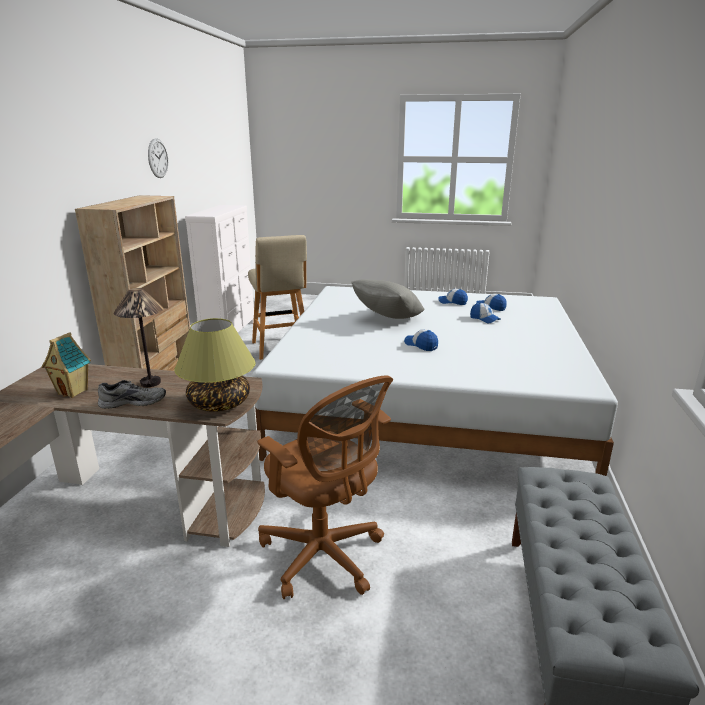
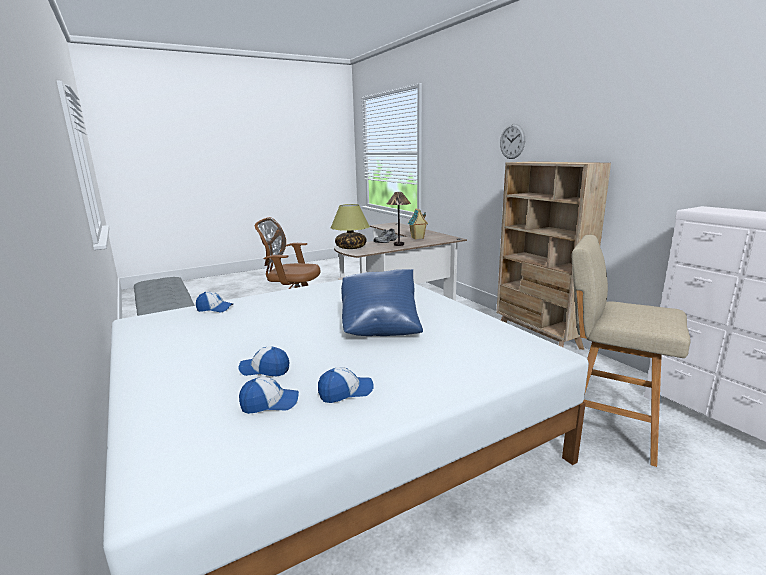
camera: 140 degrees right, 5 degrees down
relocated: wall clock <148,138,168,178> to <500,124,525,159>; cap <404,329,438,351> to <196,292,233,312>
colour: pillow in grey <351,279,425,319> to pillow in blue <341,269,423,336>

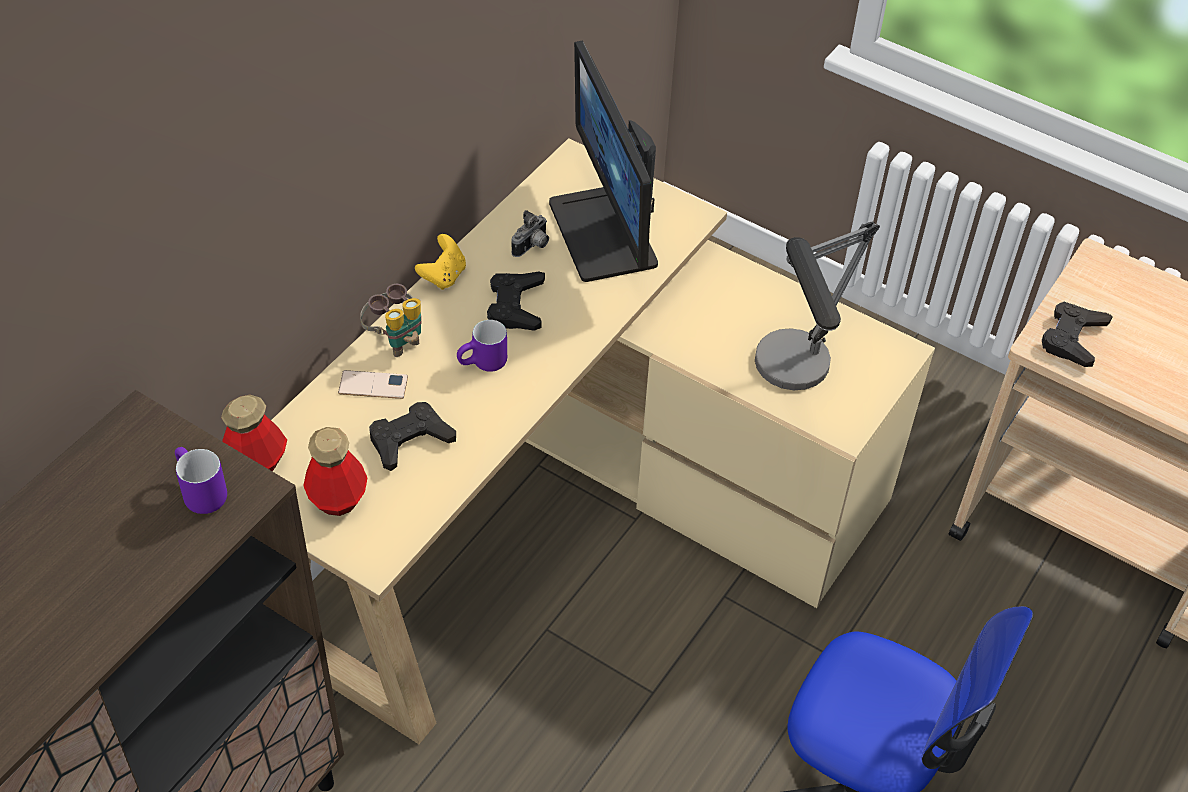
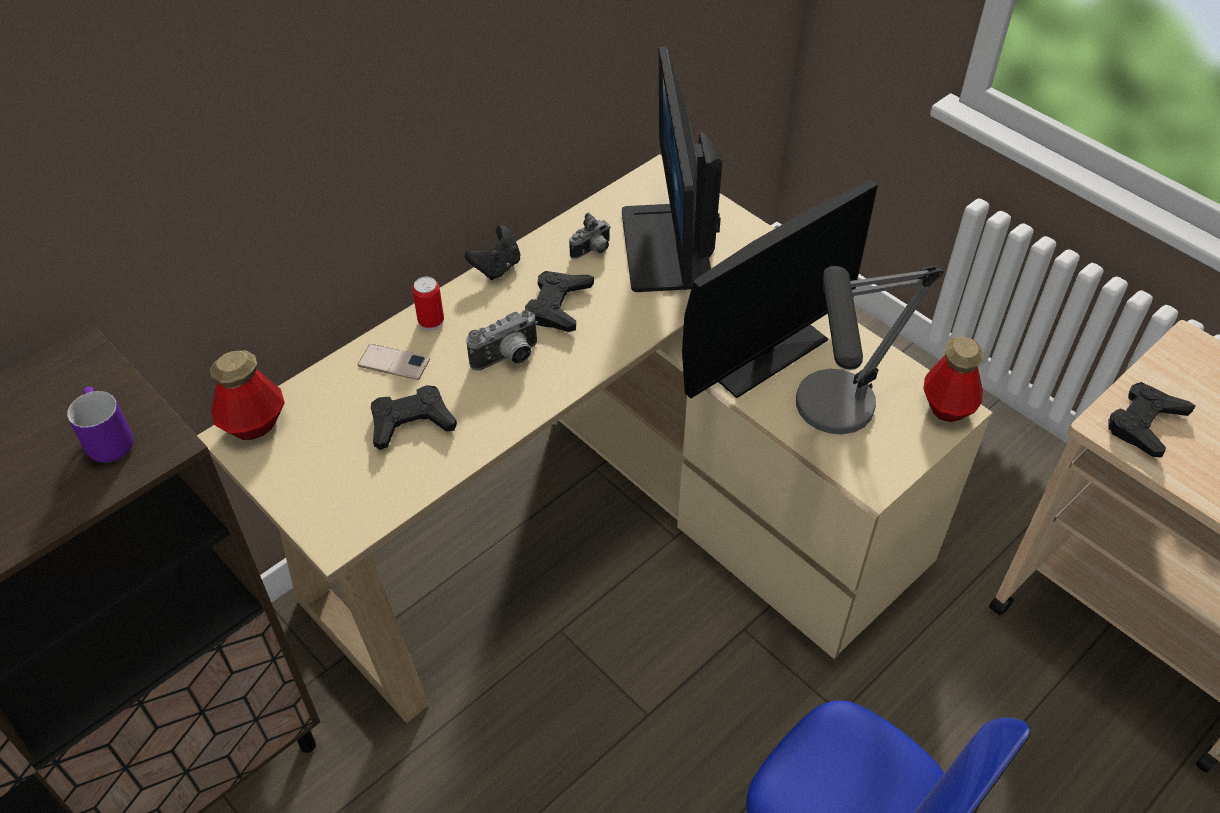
camera: 15 degrees right, 0 degrees up
appeared: monitor <682,180,878,399>
relocated: bottle <303,427,367,516> to <923,336,984,422>
exchanged: binoculars <360,284,422,357> to can <412,277,444,331>; mug in purple <457,320,507,372> to photo camera <466,310,538,371>
colour: game controller in yellow <415,234,466,290> to game controller in black <465,225,520,280>

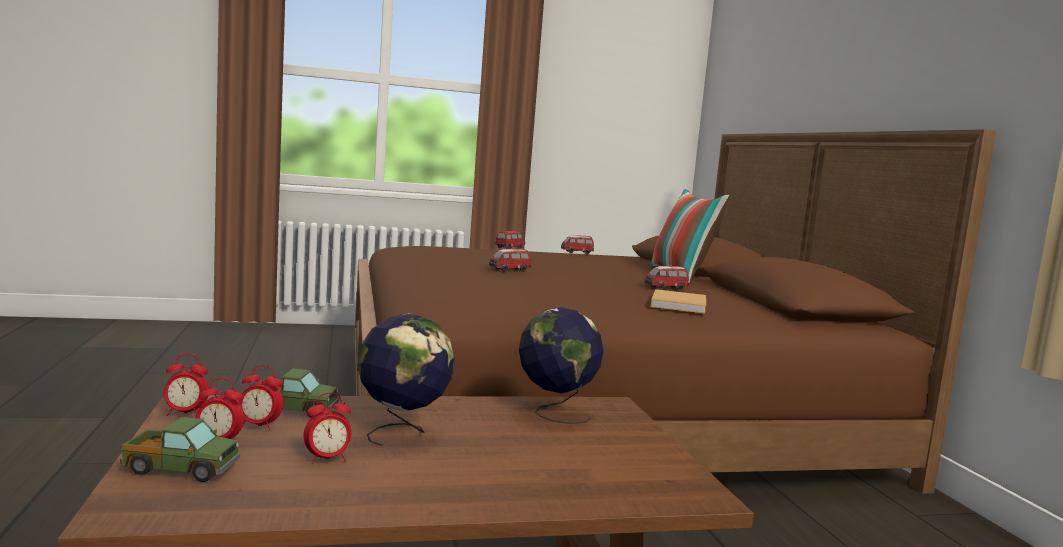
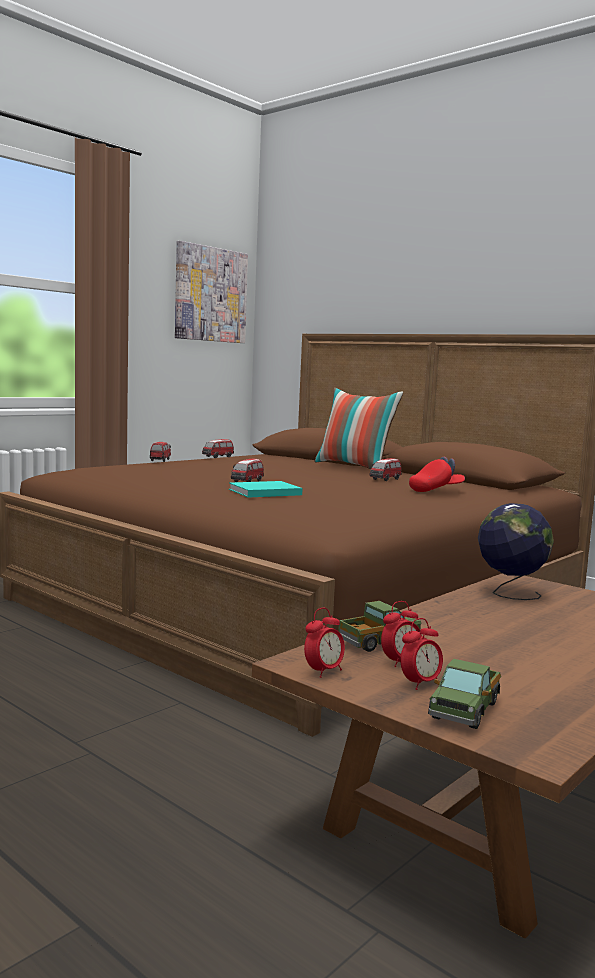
camera: 35 degrees left, 0 degrees up
missing: globe <357,314,455,446>; alarm clock <303,393,351,464>
appeared: picture <175,241,248,343>; book in turquoise <229,481,303,498>
exchanged: book in beige <651,289,706,314> to cap in red <409,457,465,492>
spun: toy truck <120,417,240,482> = <428,659,501,729> 150 degrees clockwise

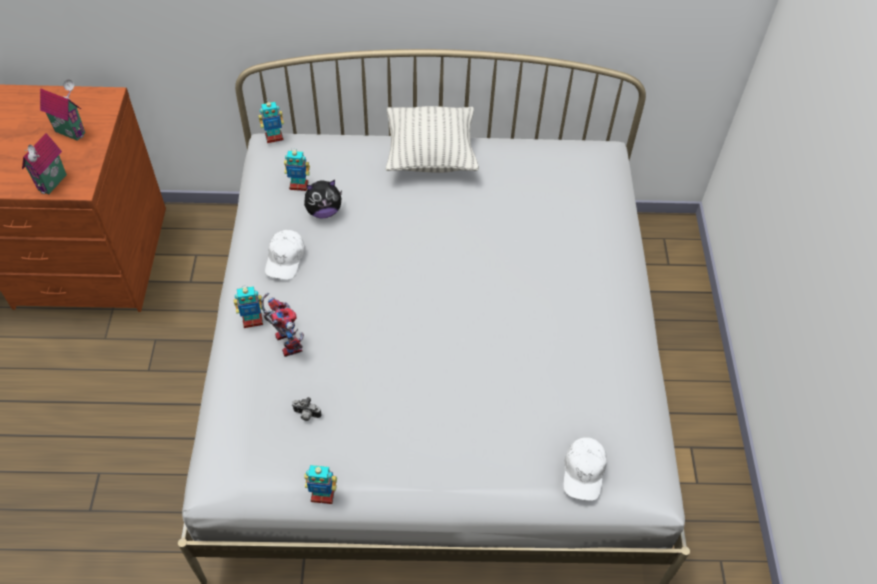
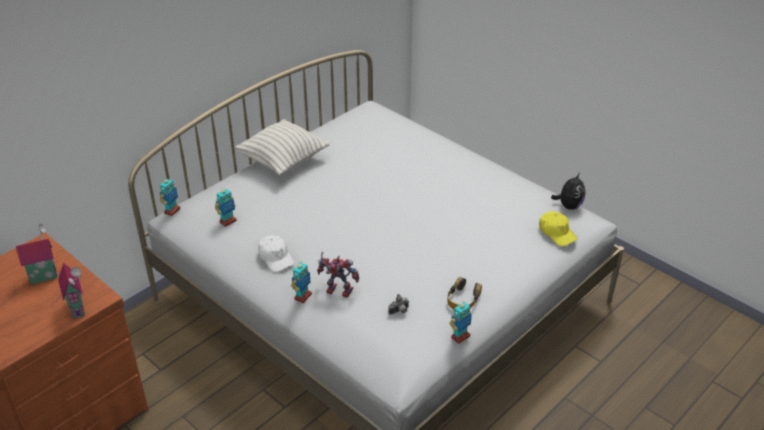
camera: 45 degrees left, 15 degrees down
appeared: headphones <448,277,482,309>
relocated: plush toy <304,180,342,218> to <551,172,585,210>
colour: cap in white <563,437,607,501> to cap in yellow <539,211,577,246>

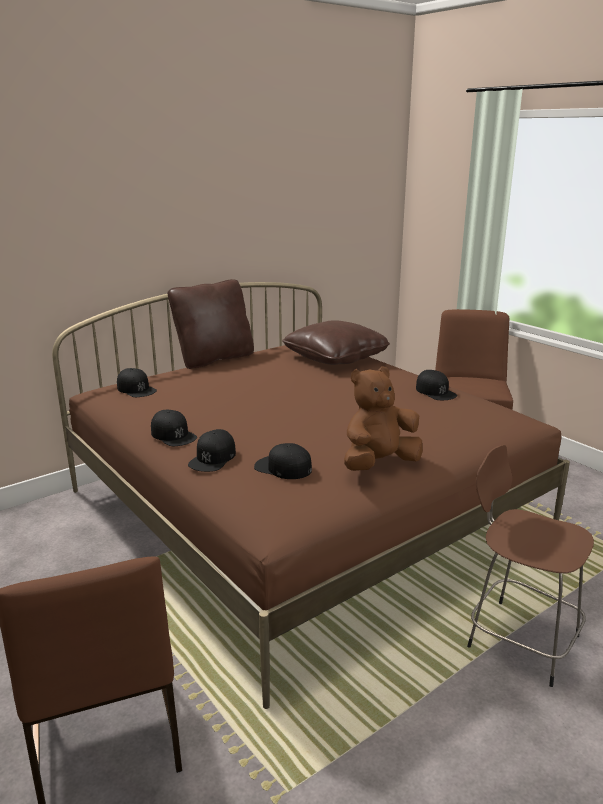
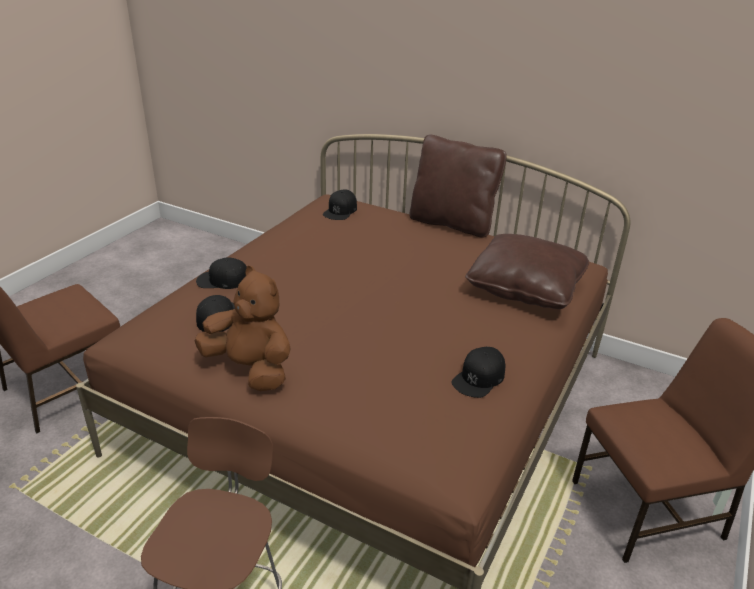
camera: 65 degrees right, 10 degrees up
missing: cap in black <151,410,197,446>

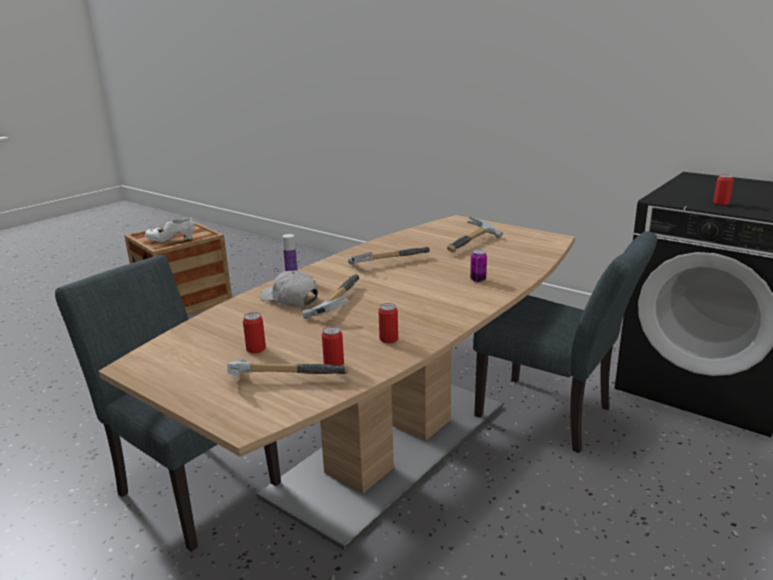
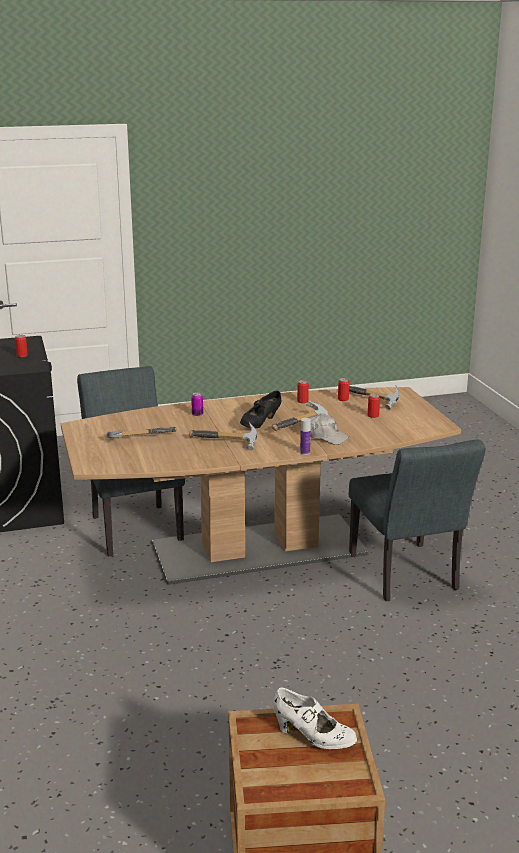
camera: 145 degrees left, 0 degrees up
appeared: shoe in black <240,391,281,428>
spun: cap in white <260,270,318,307> = <309,414,350,445> 45 degrees counterclockwise

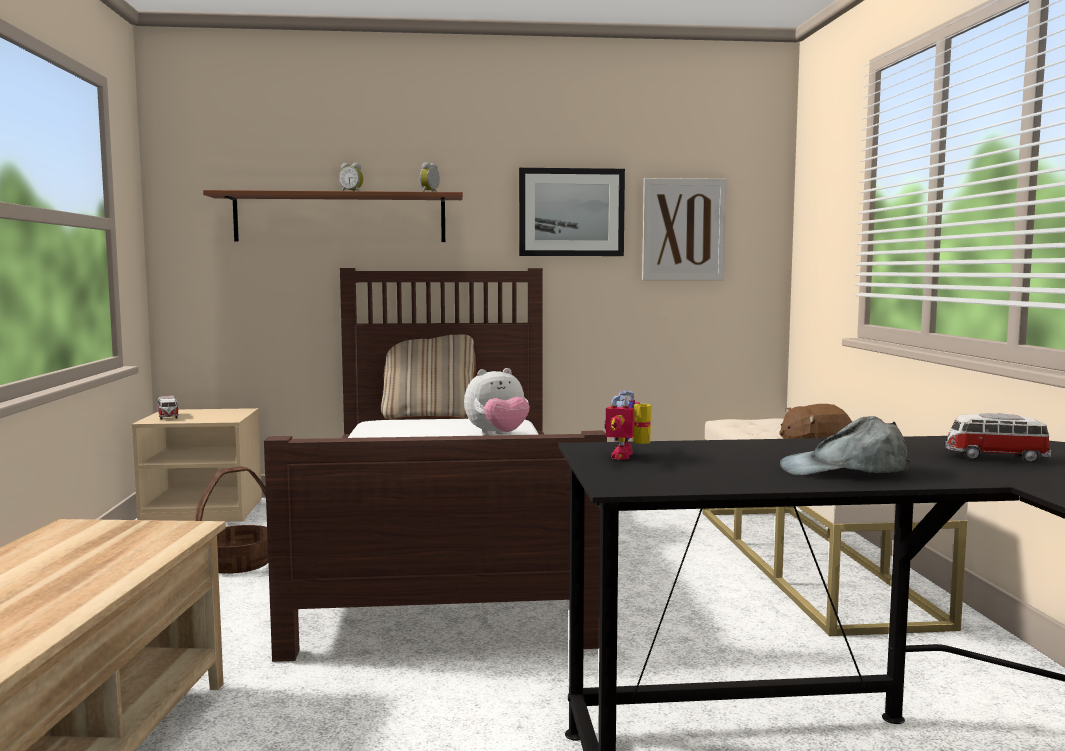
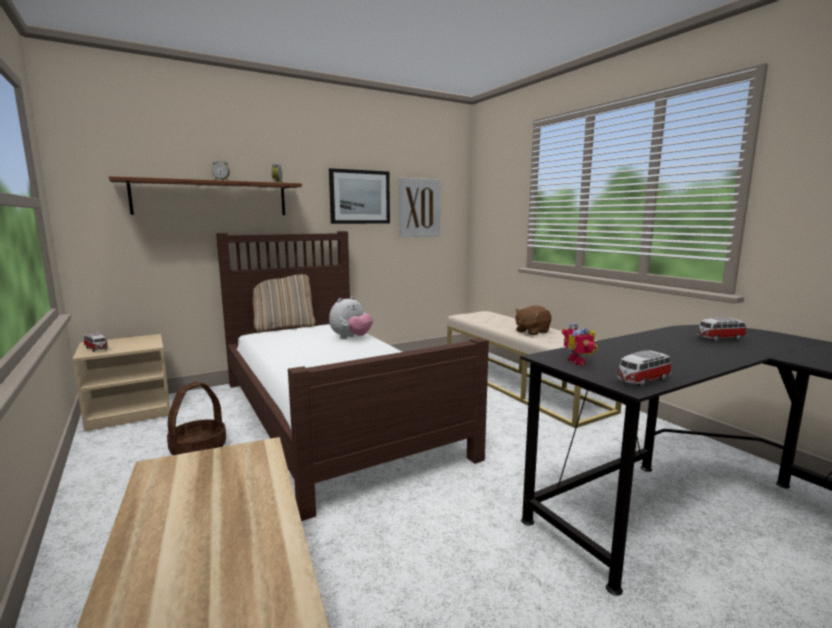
camera: 25 degrees left, 5 degrees up
missing: cap in grey <780,416,910,475>
appeared: toy car <617,350,671,387>

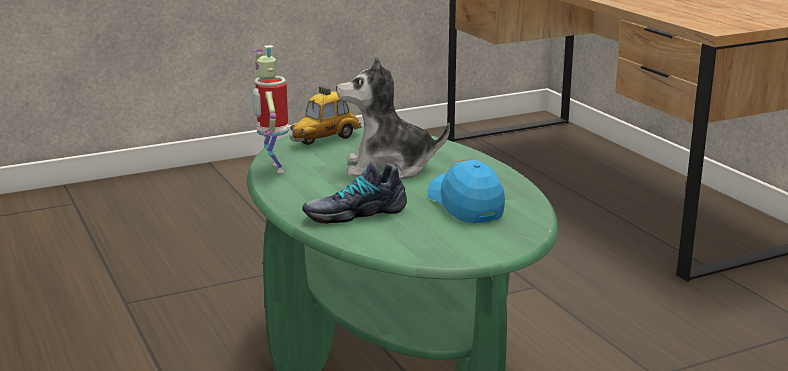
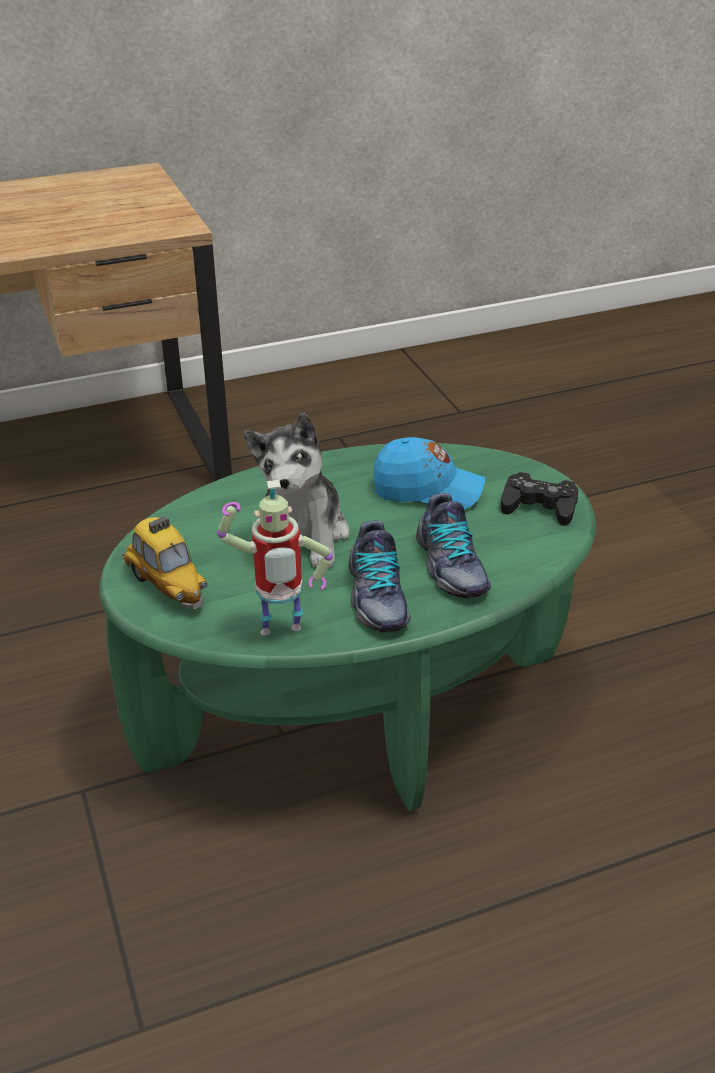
camera: 85 degrees left, 15 degrees up
appeared: game controller in black <501,472,578,526>; shoe <348,520,411,632>
spun: cap in blue <428,159,505,223> = <374,437,485,509> 150 degrees counterclockwise

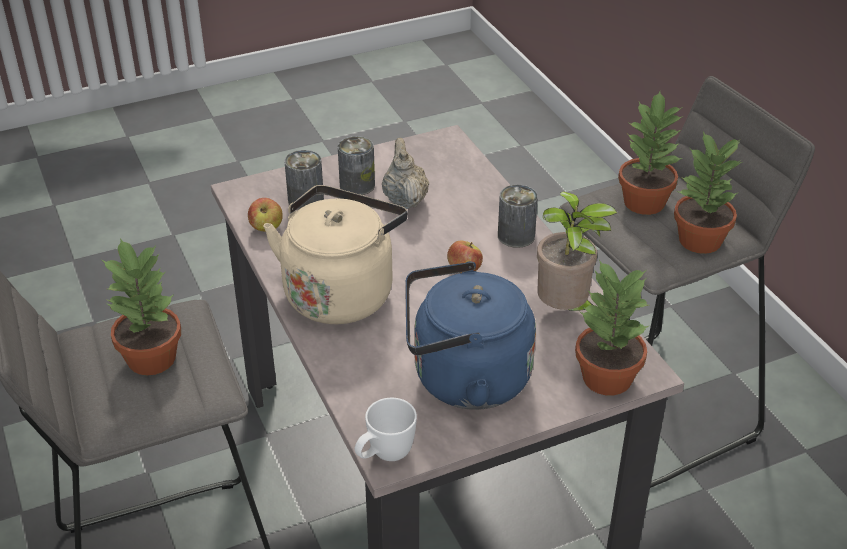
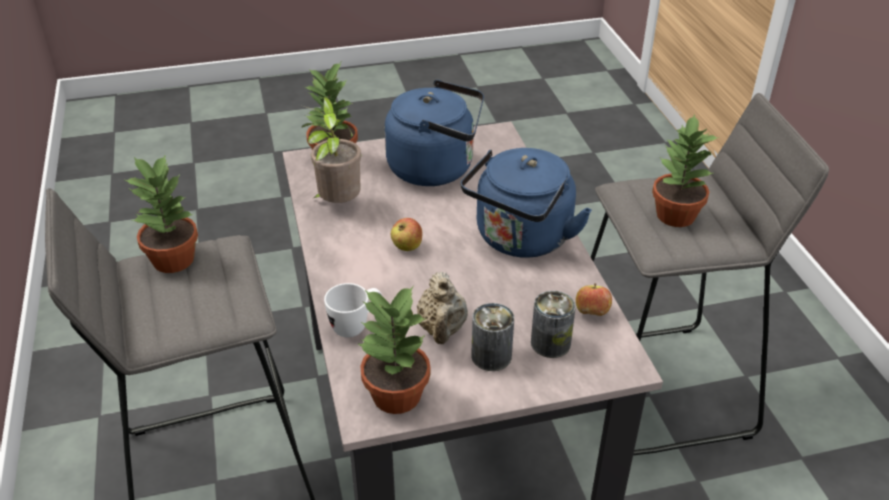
camera: 170 degrees left, 0 degrees up
missing: can <498,184,538,248>
relocated: potted plant <618,91,683,215> to <357,287,431,414>; mug in white <354,398,417,461> to <324,283,382,338>
colour: kettle in beige <263,185,408,324> to kettle in blue <461,148,592,257>

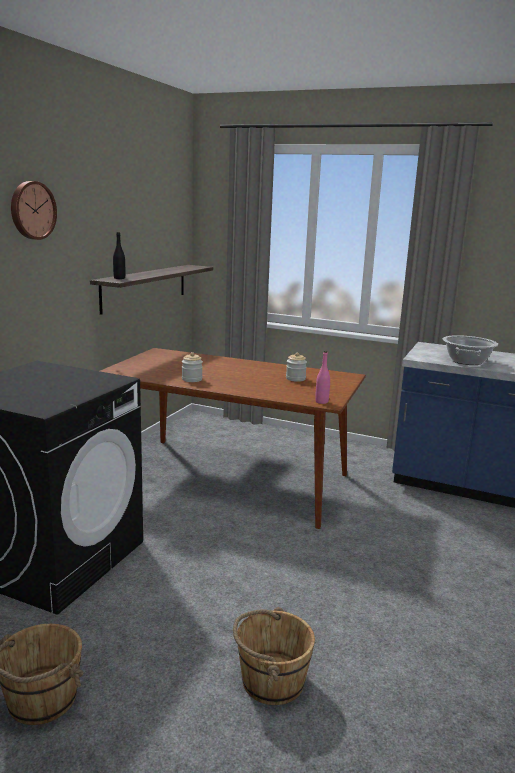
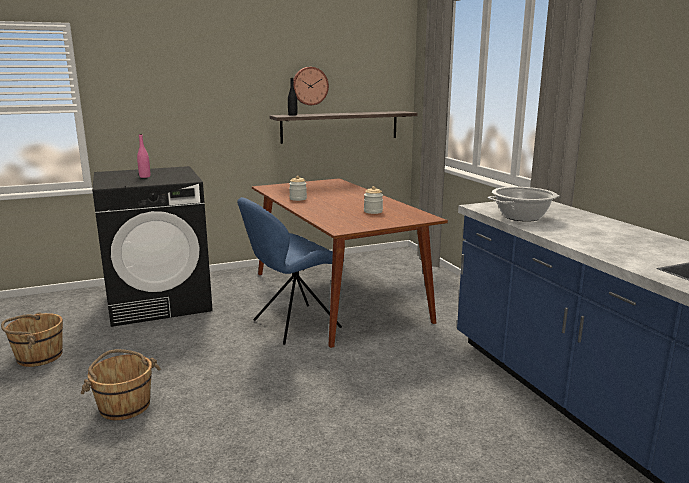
camera: 45 degrees right, 0 degrees up
appeared: chair in blue <237,197,344,345>
relocated: wall clock <11,181,57,240> to <293,67,329,105>; bottle in pink <315,351,330,404> to <137,134,150,178>

